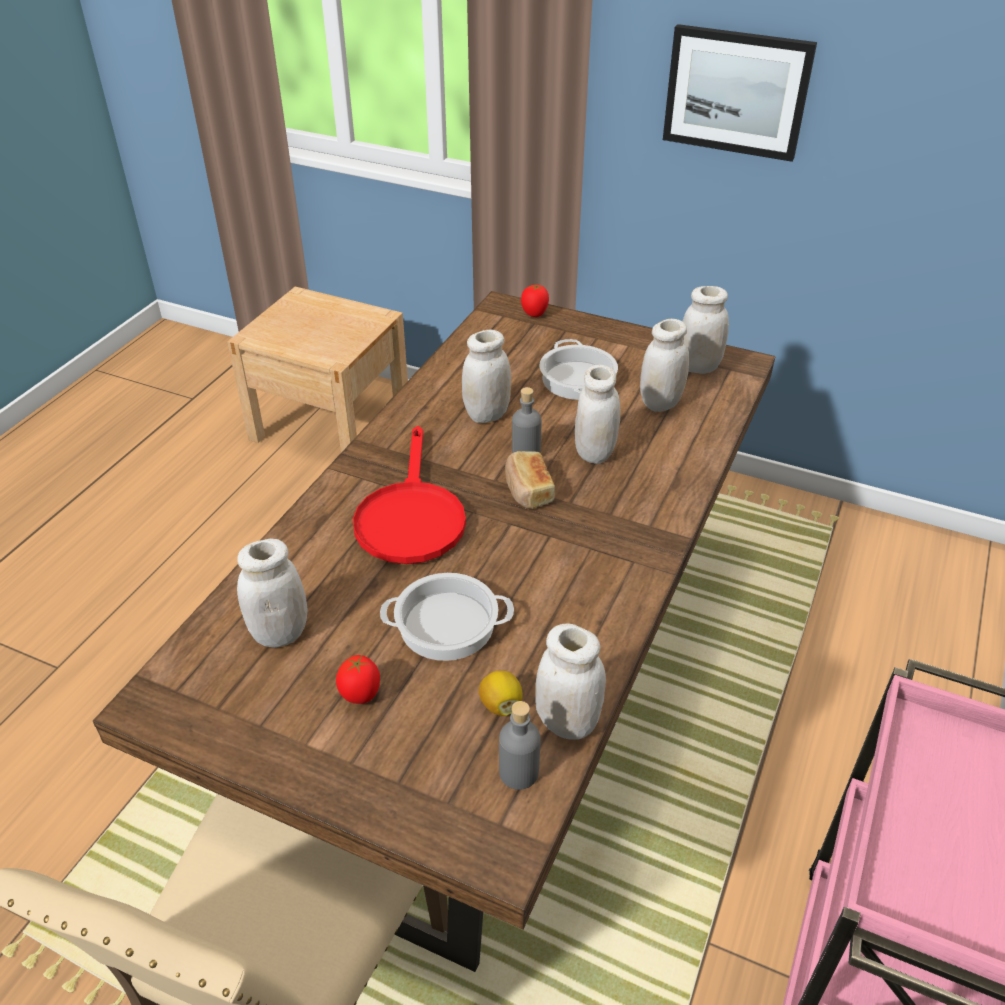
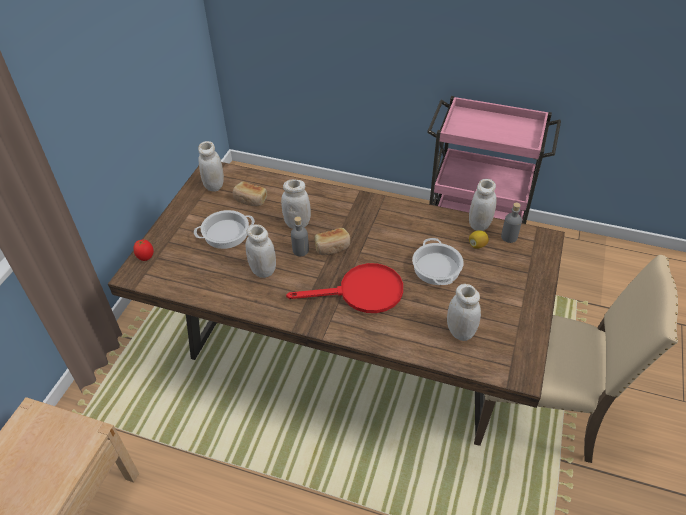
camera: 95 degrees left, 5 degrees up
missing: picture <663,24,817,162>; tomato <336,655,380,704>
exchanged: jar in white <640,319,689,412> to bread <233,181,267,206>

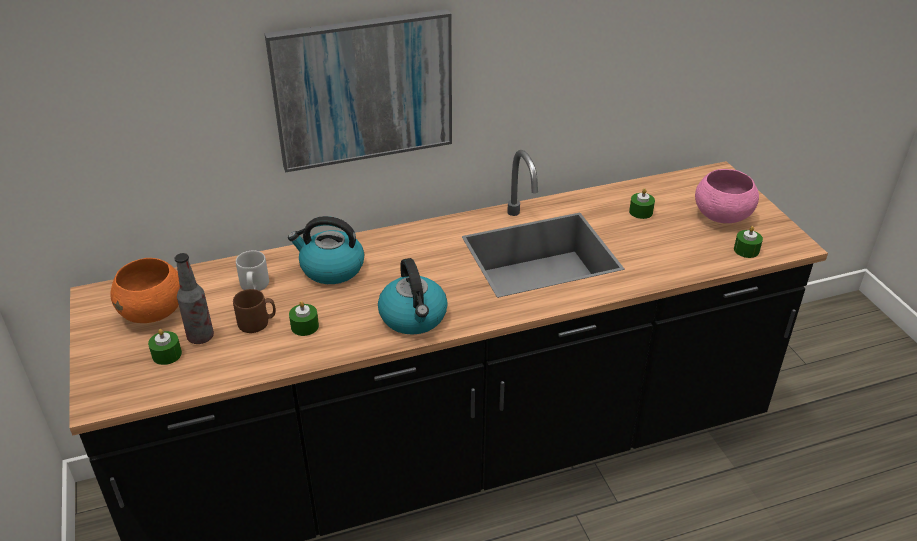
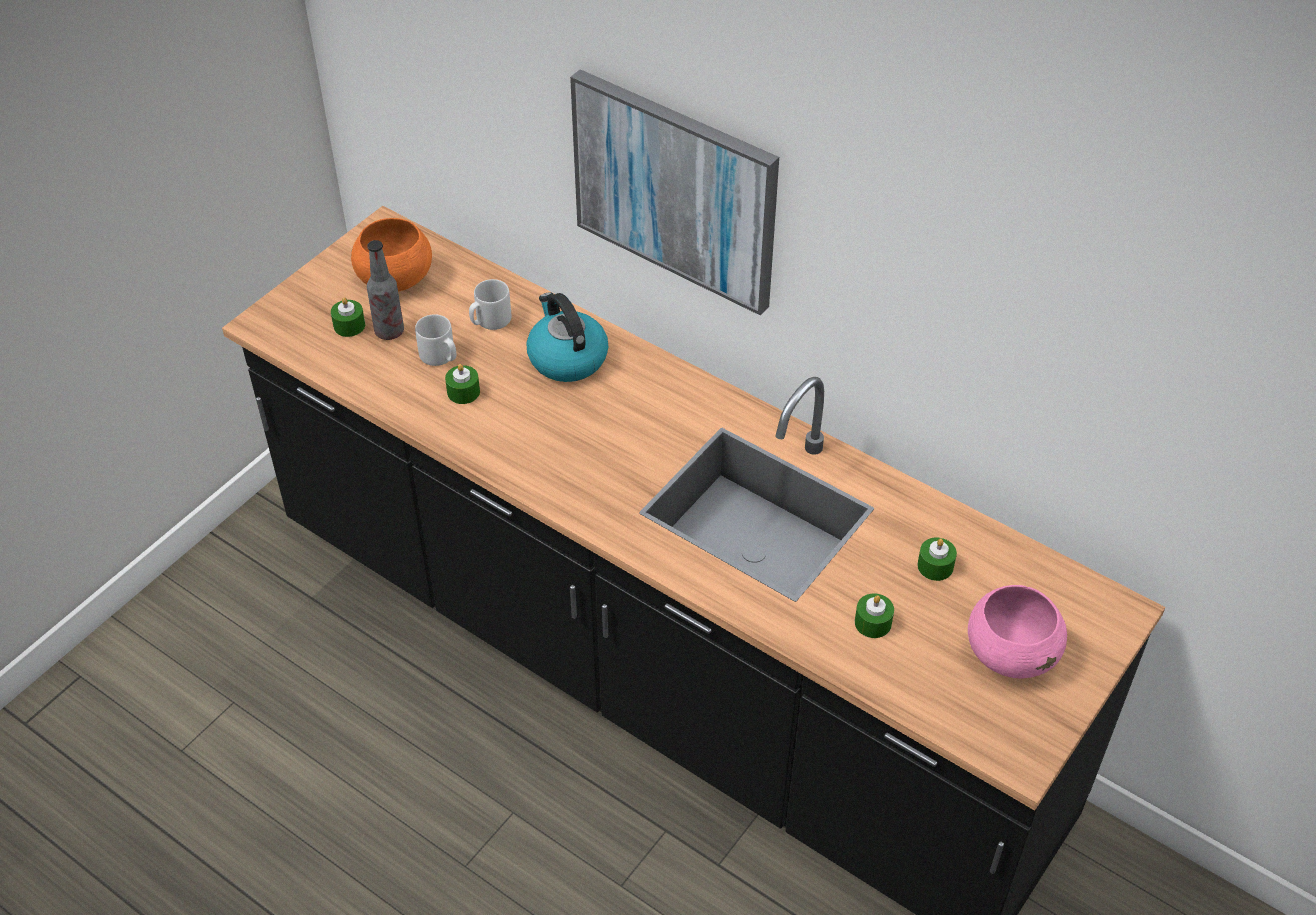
camera: 55 degrees right, 10 degrees up
missing: kettle <378,258,448,335>
relocated: candle in green <734,226,763,258> to <855,593,894,638>
colour: mug in brown <233,289,276,333> to mug in grey <415,314,456,366>

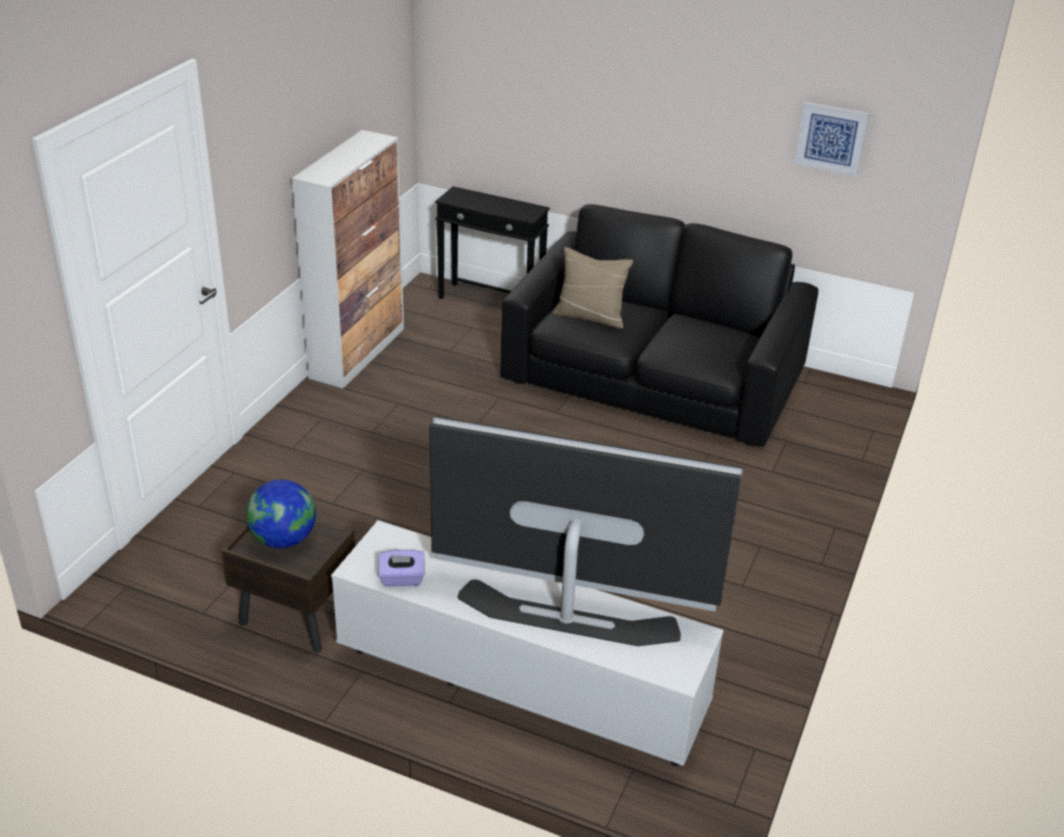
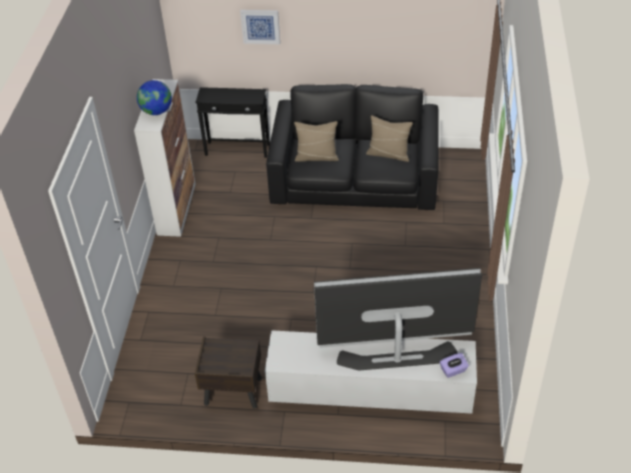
camera: 15 degrees left, 10 degrees up
appeared: pillow in beige <366,115,413,162>
relocated: picture <794,102,870,176> to <240,10,280,44>; globe <246,479,316,548> to <137,80,172,115>; tissue box in purple <378,549,425,586> to <440,353,469,378>

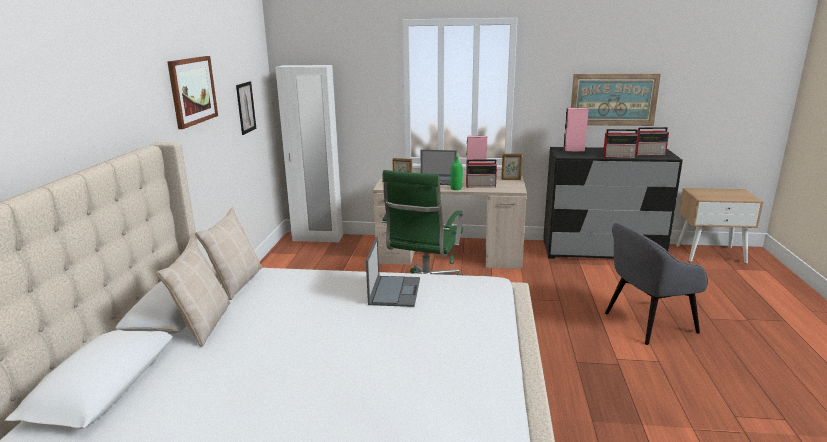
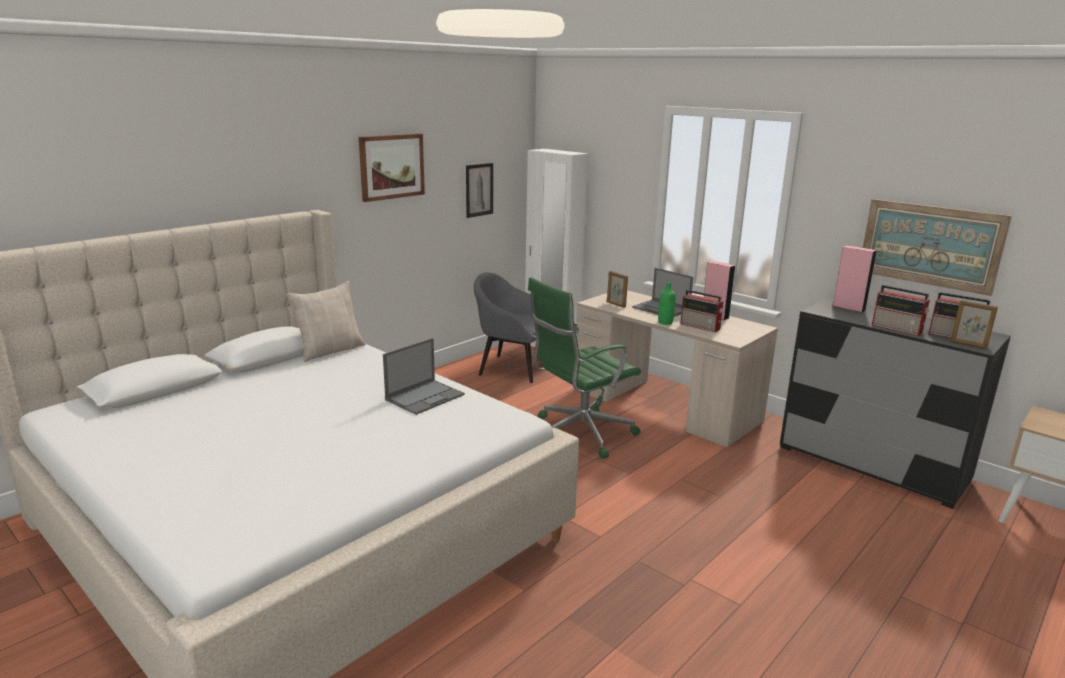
camera: 35 degrees right, 0 degrees up
missing: pillow in beige <156,237,230,347>
relocated: picture frame <501,154,523,180> to <950,300,998,349>; armchair in grey <605,223,708,345> to <474,272,536,383>

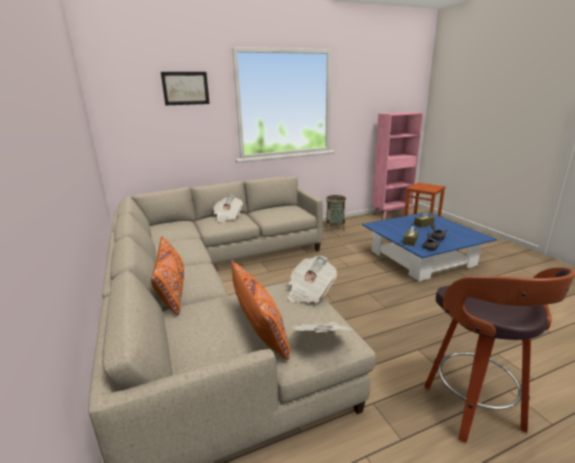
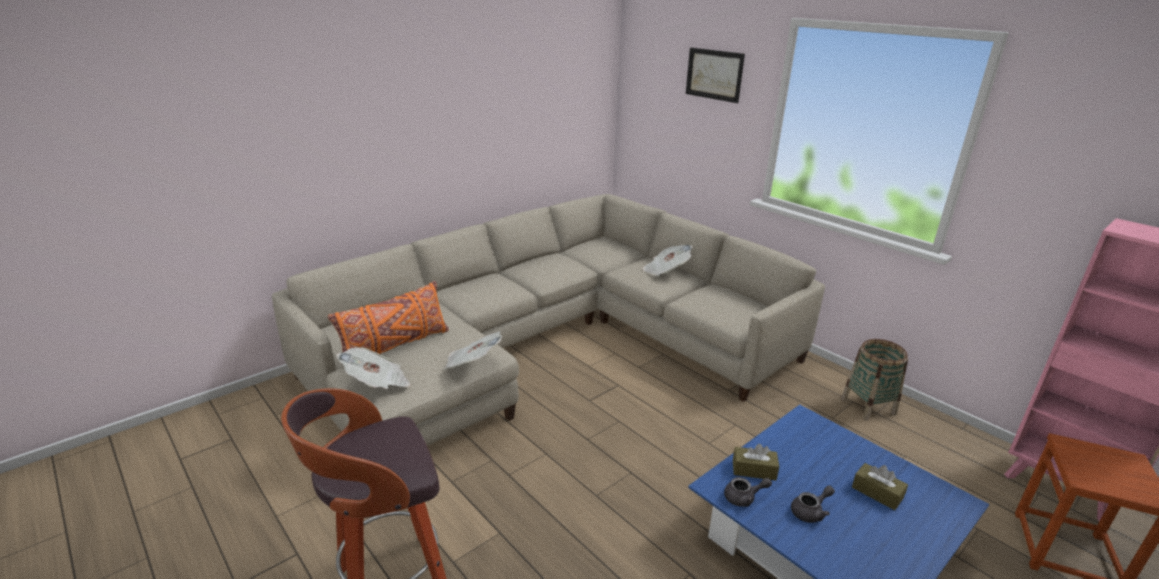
camera: 70 degrees right, 5 degrees up
missing: pillow in orange <151,237,184,315>

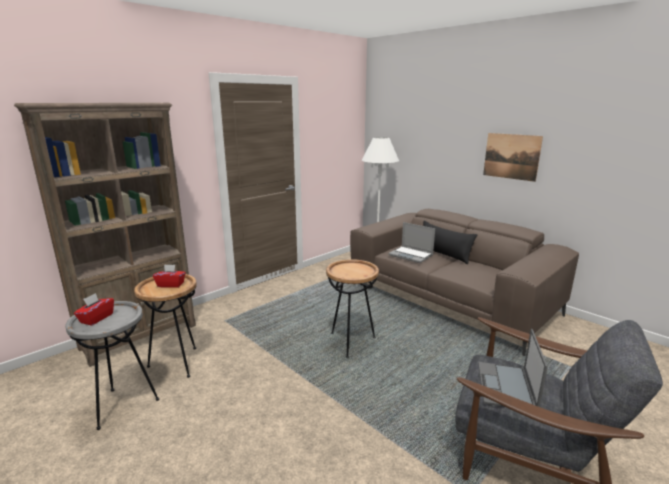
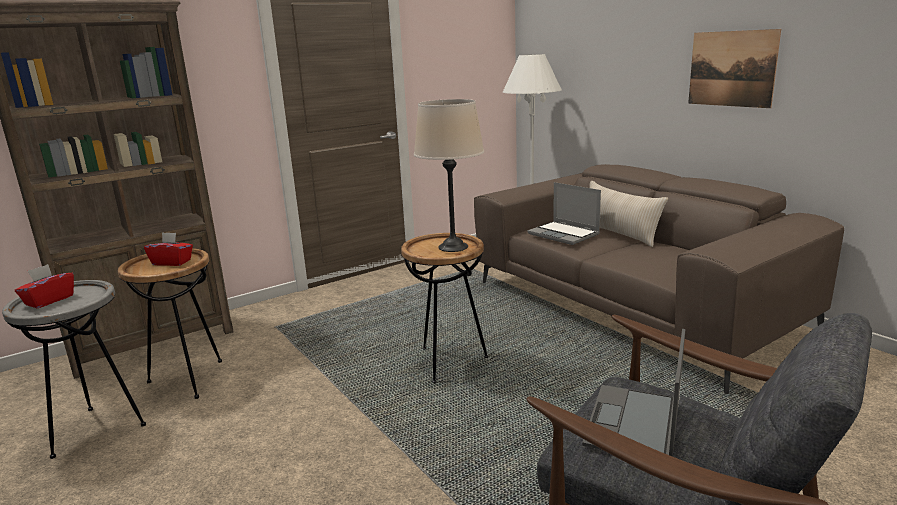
camera: 10 degrees right, 0 degrees up
appeared: table lamp in beige <414,99,484,252>
colour: pillow in black <423,221,477,264> to pillow in beige <589,181,668,247>

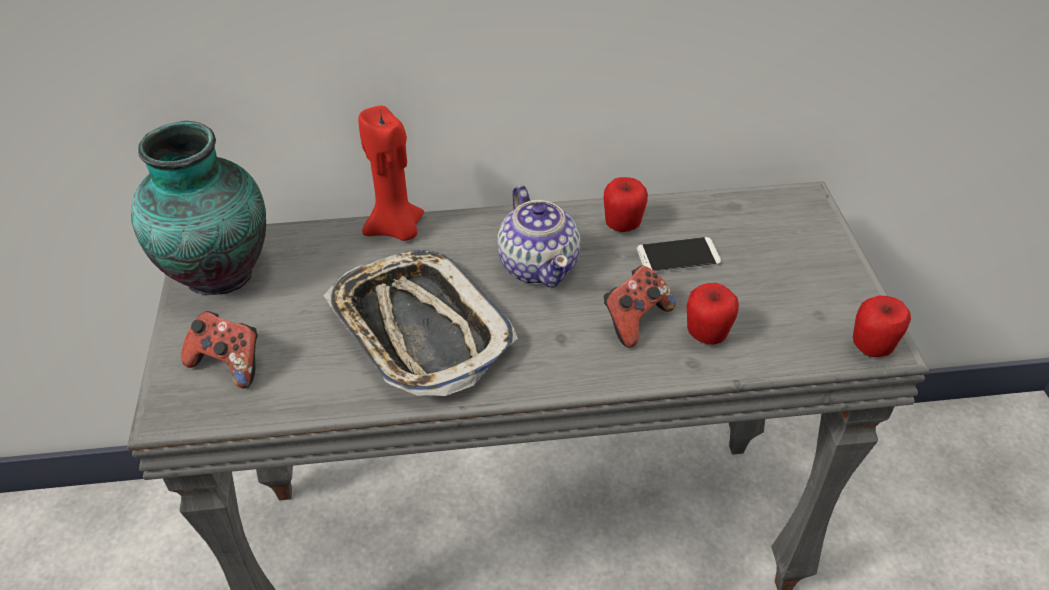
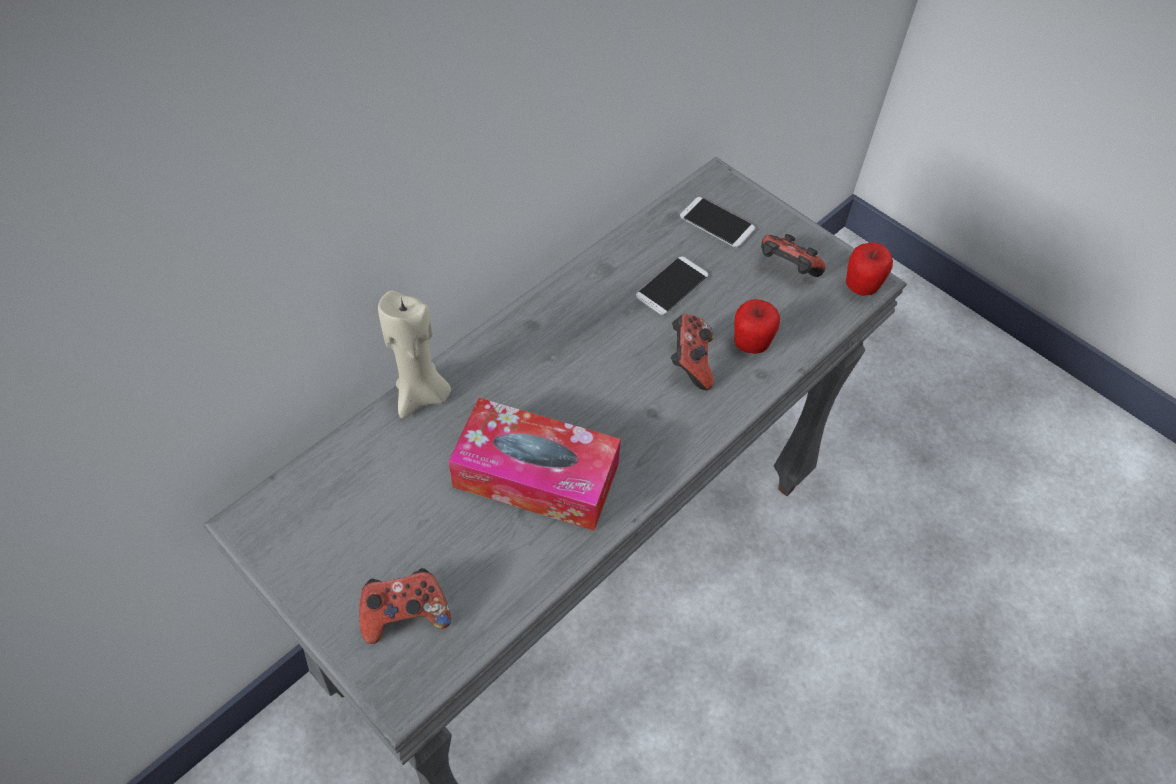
camera: 40 degrees left, 10 degrees up
missing: vase <131,120,266,295>; apple <603,177,648,232>; teapot <497,185,581,288>
appeared: phone <680,197,755,248>; game controller <761,234,826,277>
exchanged: tray <324,249,518,396> to tissue box <448,398,621,531>
colour: candle in red <359,106,424,241> to candle in beige <378,290,451,419>

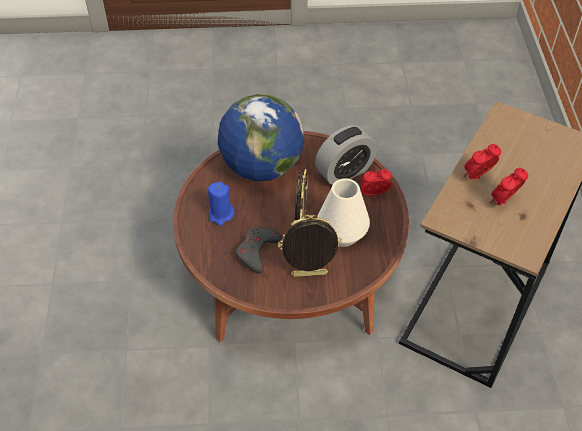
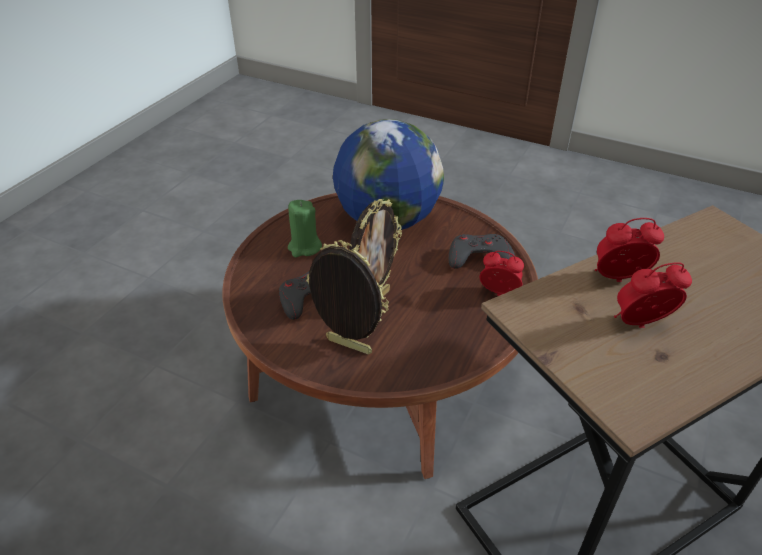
camera: 30 degrees right, 10 degrees down
missing: vase in white <318,178,370,247>
exchanged: alarm clock <315,125,377,185> to game controller in grey <448,234,515,269>
colour: candle in blue <208,182,235,226> to candle in green <288,200,322,257>

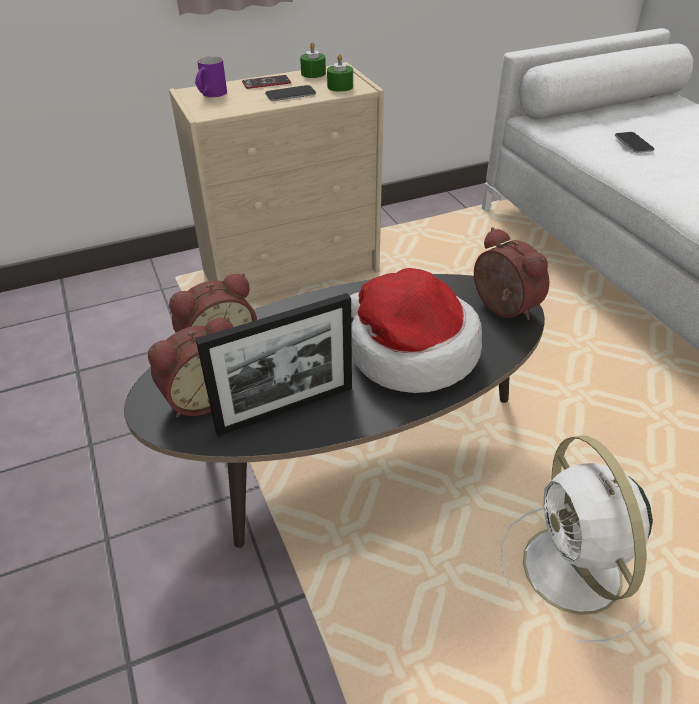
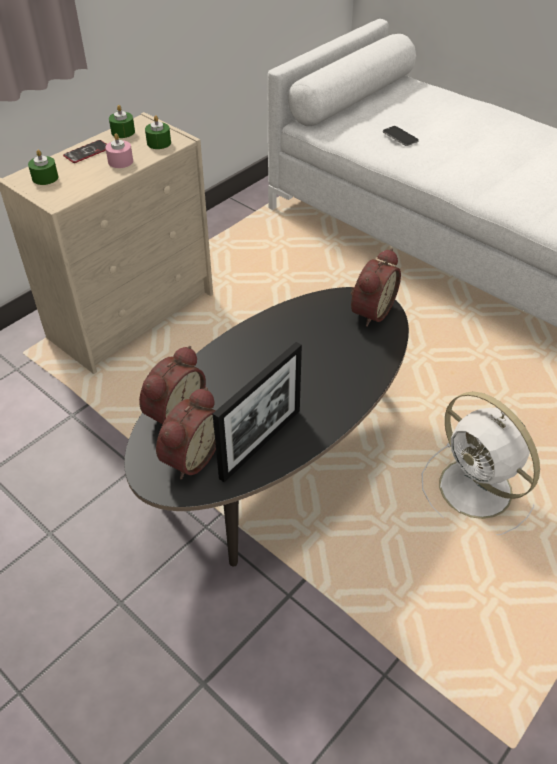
camera: 25 degrees left, 5 degrees up
missing: hat <350,268,482,393>
exchanged: mug in purple <195,56,227,97> to candle in green <28,150,58,185>; phone <265,85,316,101> to candle in pink <105,134,133,168>
spun: alarm clock <474,227,549,320> = <351,248,401,327> 90 degrees clockwise

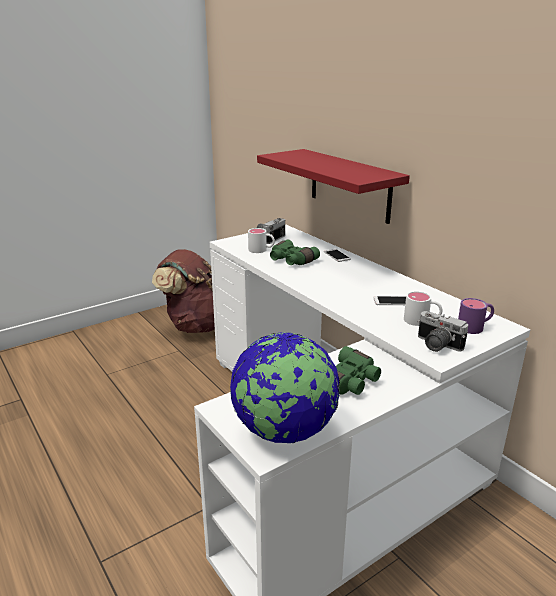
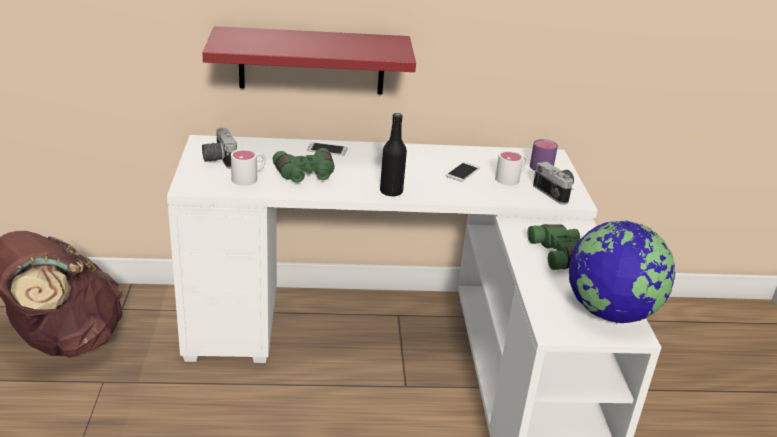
camera: 60 degrees left, 5 degrees up
appeared: bottle in black <380,113,407,196>
spun: photo camera <417,311,468,352> = <533,161,574,205> 105 degrees counterclockwise

